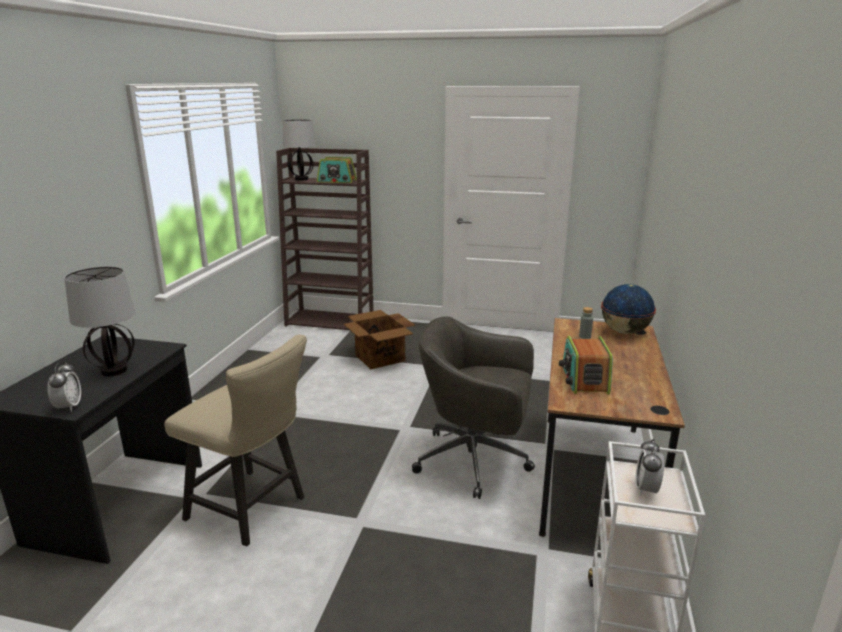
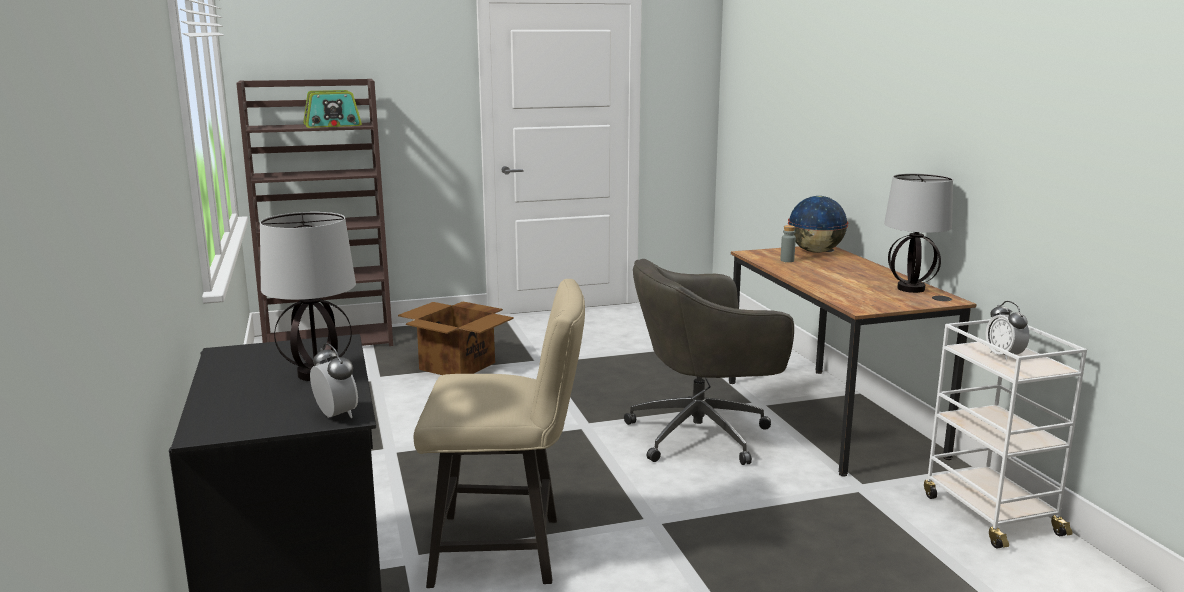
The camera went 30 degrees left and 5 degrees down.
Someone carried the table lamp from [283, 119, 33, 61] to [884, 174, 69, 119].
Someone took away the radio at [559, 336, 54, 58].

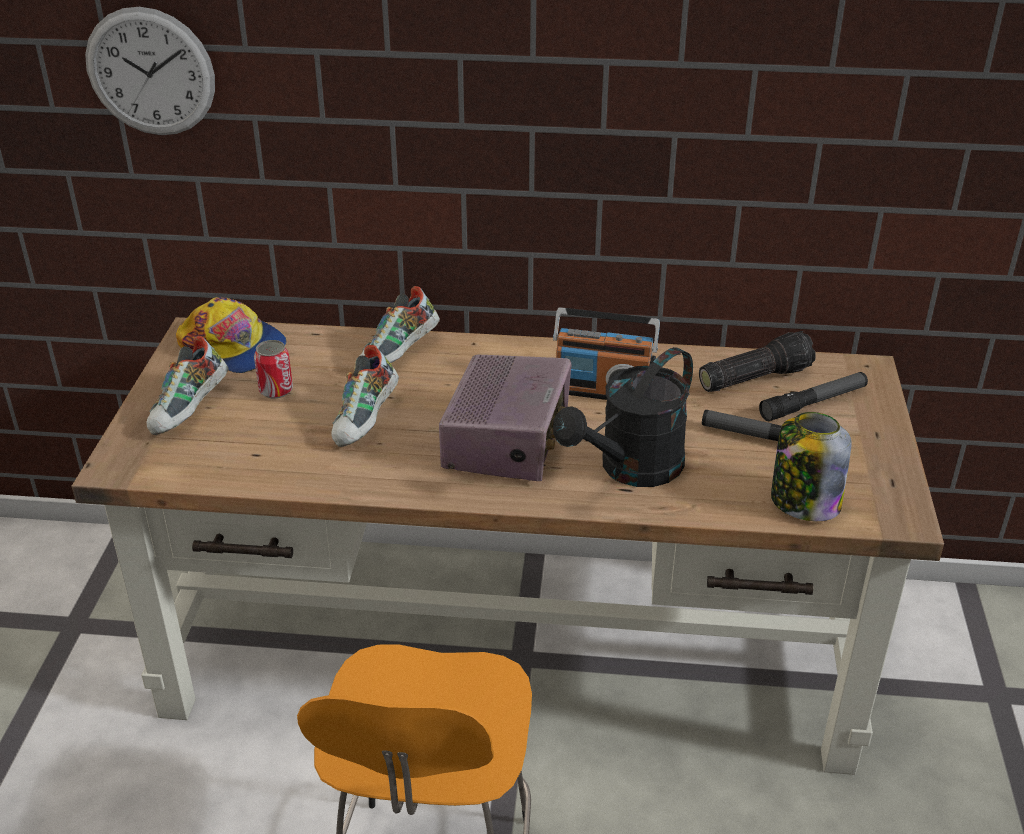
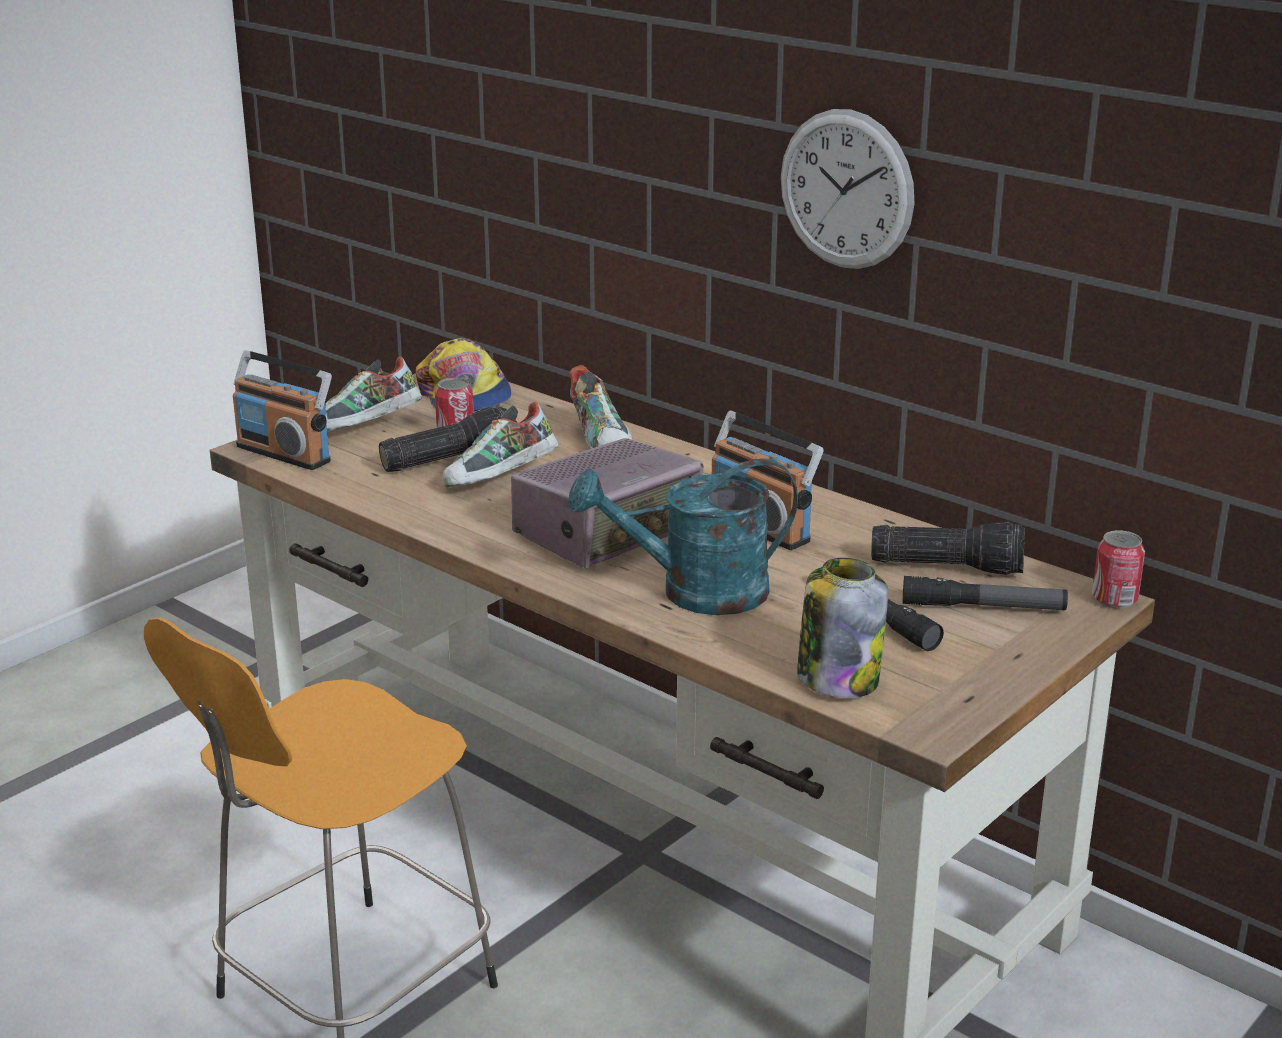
The camera went 35 degrees right and 10 degrees down.
Someone carried the wall clock from [85, 7, 130, 128] to [781, 109, 134, 160].
Someone rotated the shoe at [360, 286, 80, 77] by 90 degrees counterclockwise.
Someone repainted the watering can (black) at [553, 347, 140, 140], which became the watering can (turquoise) at [569, 458, 229, 157].
Someone put down the radio at [233, 350, 99, 120].
Someone put down the flashlight at [379, 406, 128, 66].
Someone put down the can at [1092, 530, 53, 78].

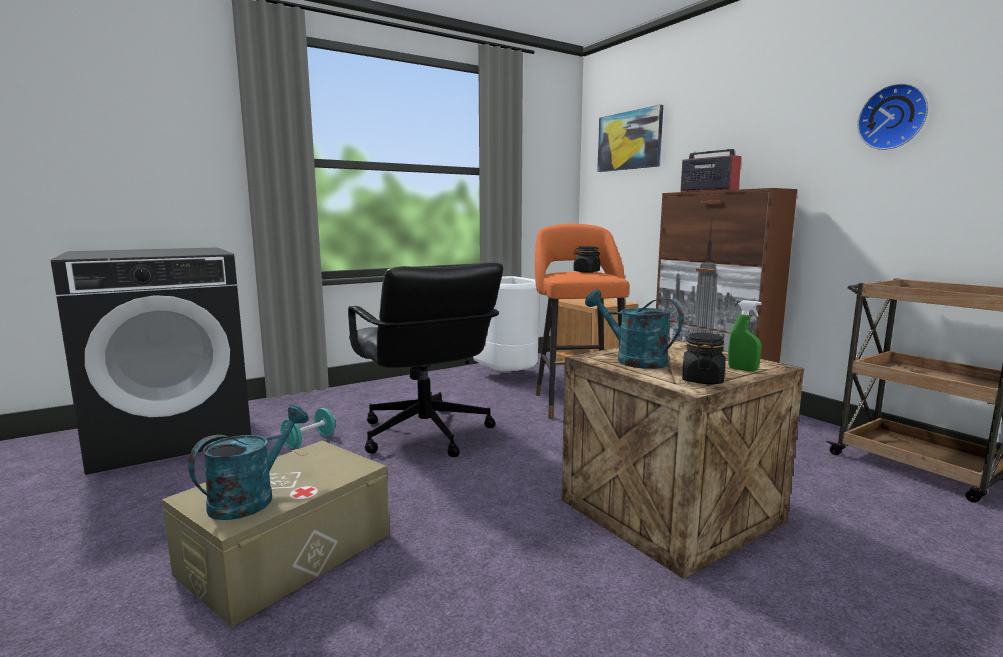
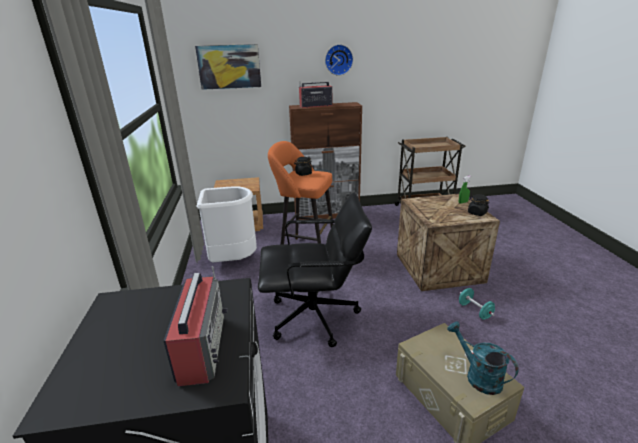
The camera went 65 degrees left and 15 degrees up.
Someone carried the wall clock from [857, 83, 71, 67] to [325, 44, 28, 31].
Someone took away the watering can (turquoise) at [585, 289, 98, 80].
Someone carried the dumbbell (turquoise) from [280, 408, 55, 41] to [459, 288, 36, 32].
Someone put down the radio at [163, 266, 65, 120].

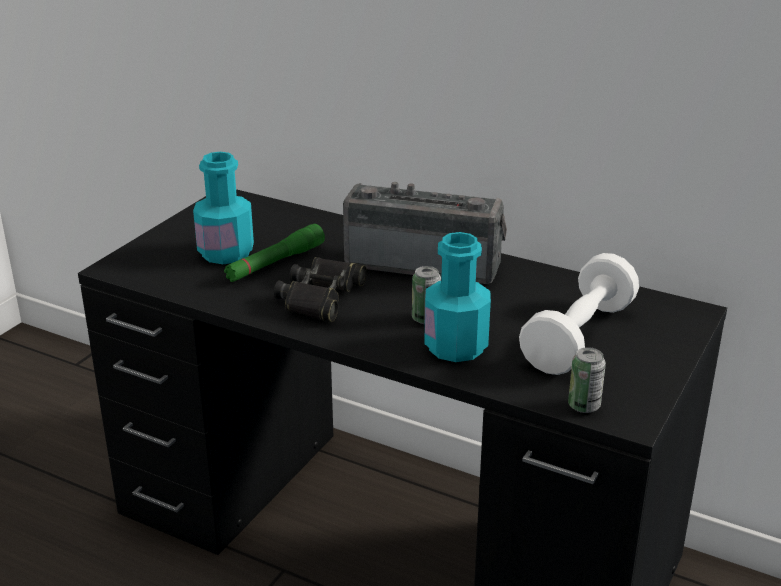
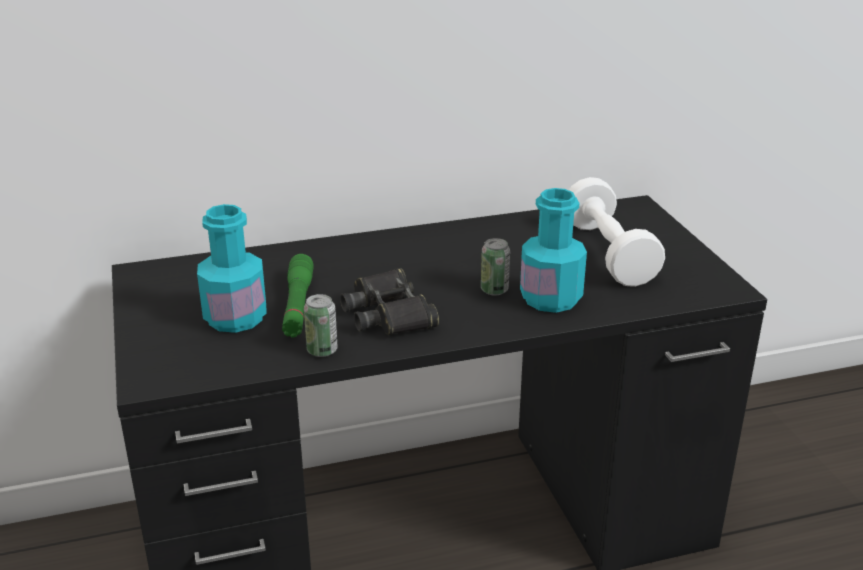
The camera went 45 degrees left and 0 degrees up.
Someone took away the radio at [343, 182, 164, 102].
Someone carried the can from [568, 347, 38, 66] to [304, 294, 34, 63].

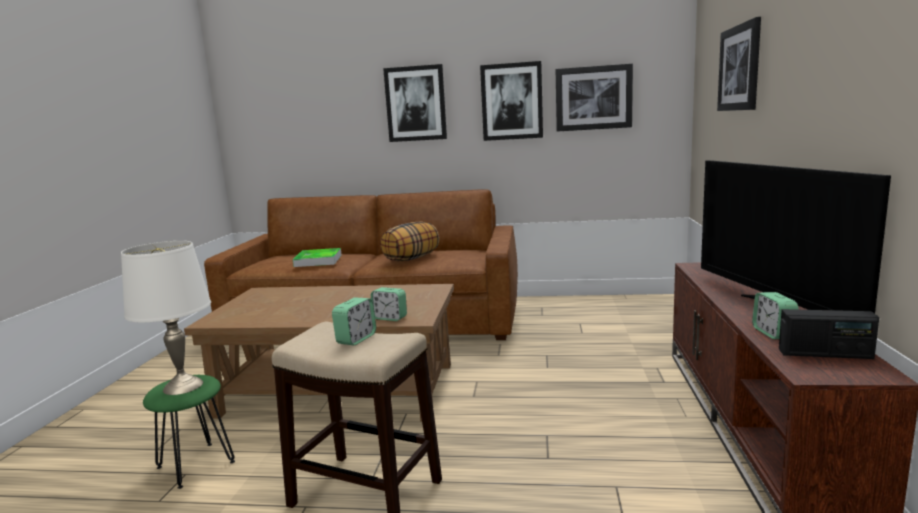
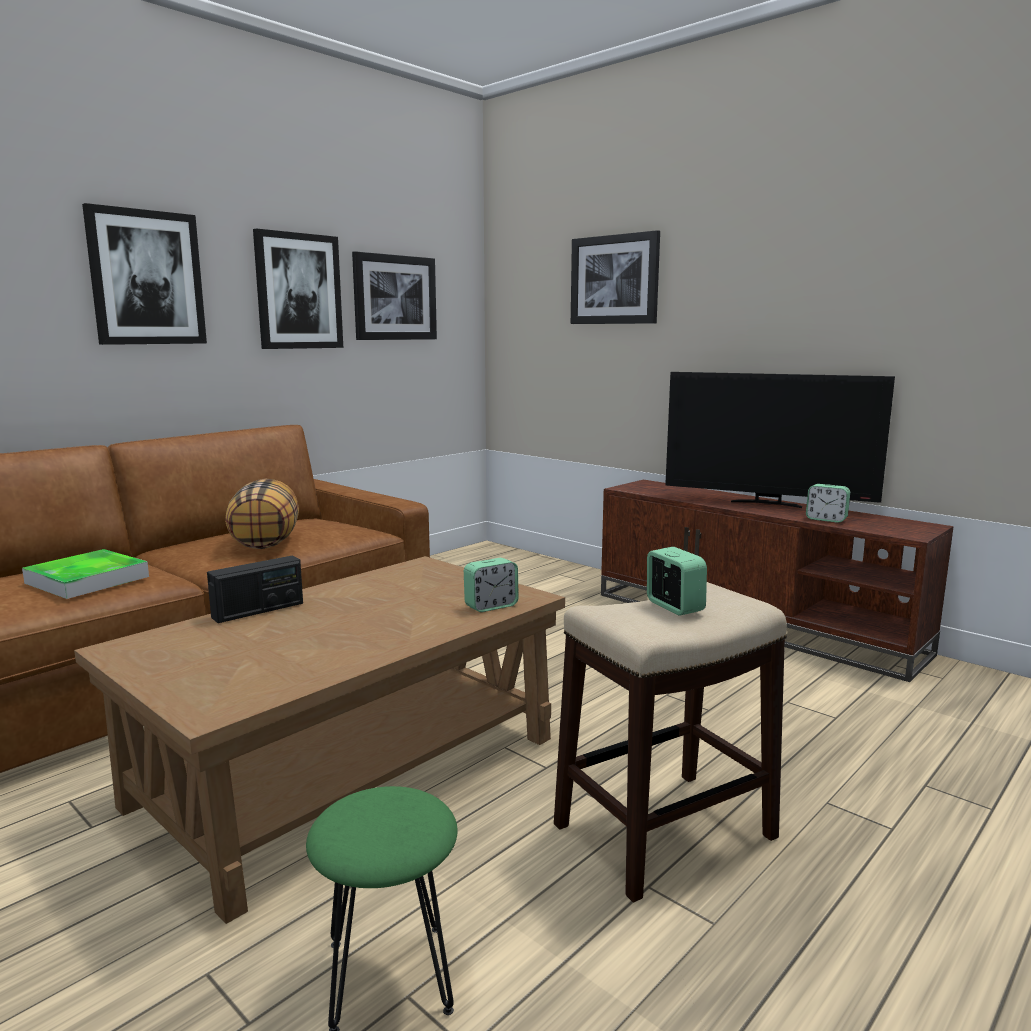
The camera went 55 degrees left and 0 degrees up.
Someone took away the table lamp (white) at [121, 241, 90, 154].
Someone carried the radio from [779, 309, 100, 50] to [207, 556, 96, 67].

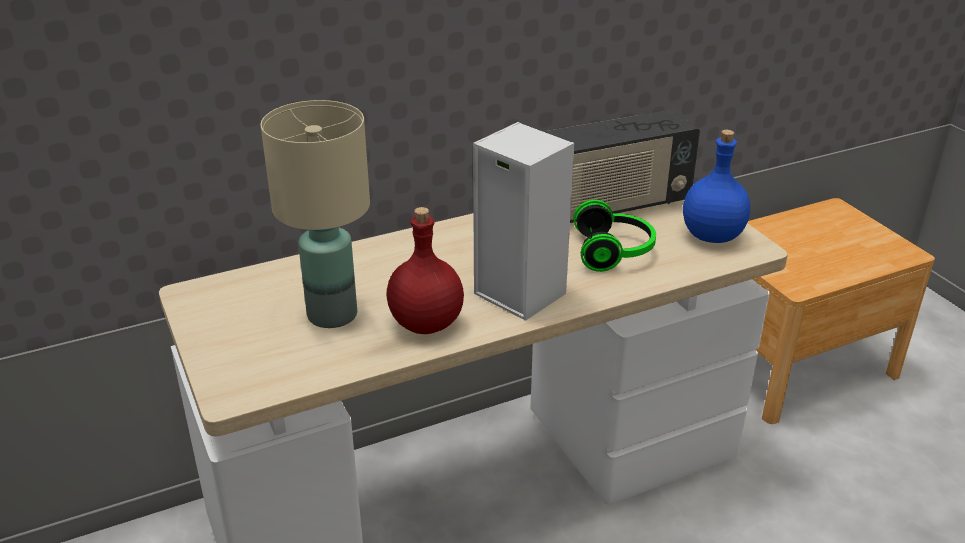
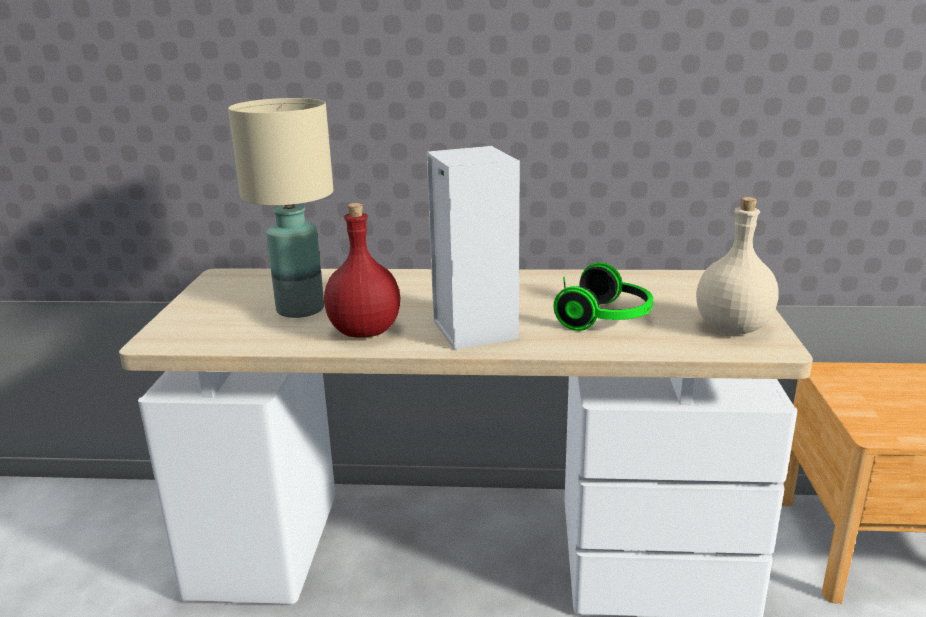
The camera went 30 degrees right and 10 degrees down.
Someone took away the radio at [546, 110, 154, 113].
Someone repainted the bottle (blue) at [683, 130, 67, 113], which became the bottle (beige) at [696, 197, 83, 137].

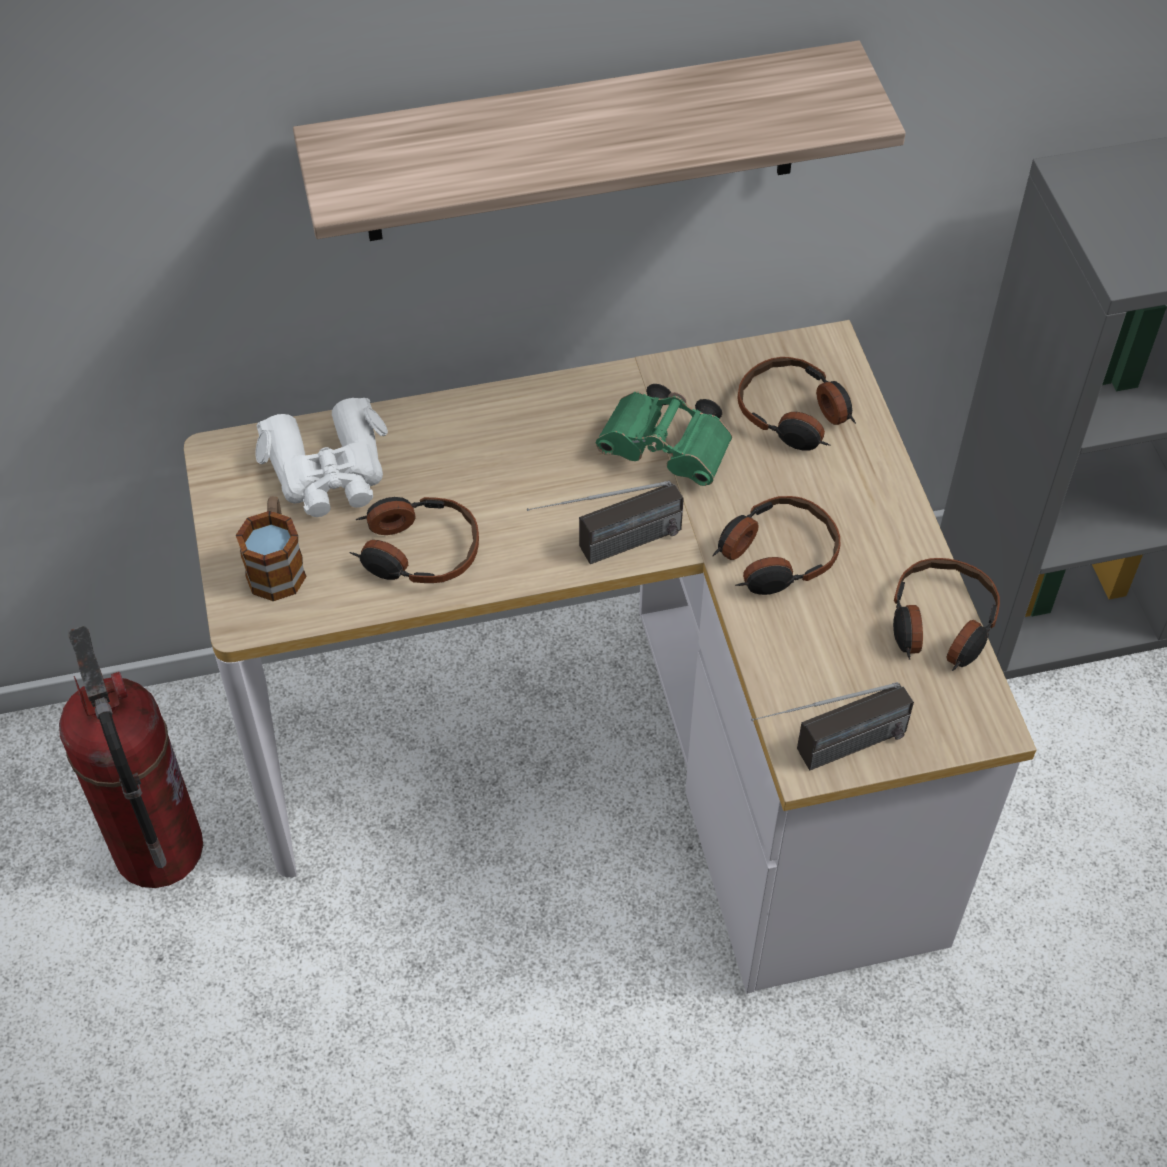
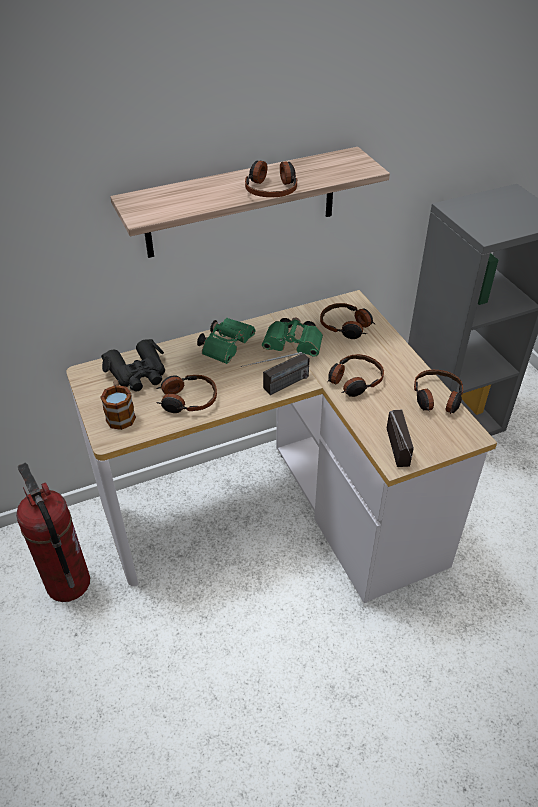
The camera went 10 degrees left and 10 degrees down.
Someone repainted the binoculars (white) at [255, 398, 133, 119], which became the binoculars (black) at [101, 339, 64, 53].
Someone rotated the radio at [751, 682, 163, 88] by 60 degrees counterclockwise.
Someone put down the headphones at [245, 161, 52, 36].
Someone put down the binoculars (green) at [197, 318, 58, 46].

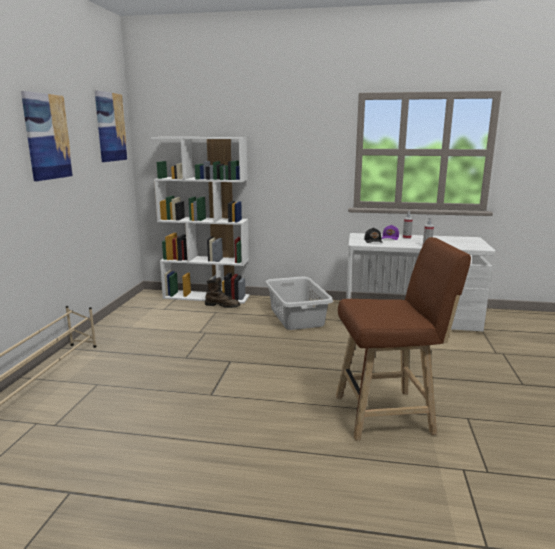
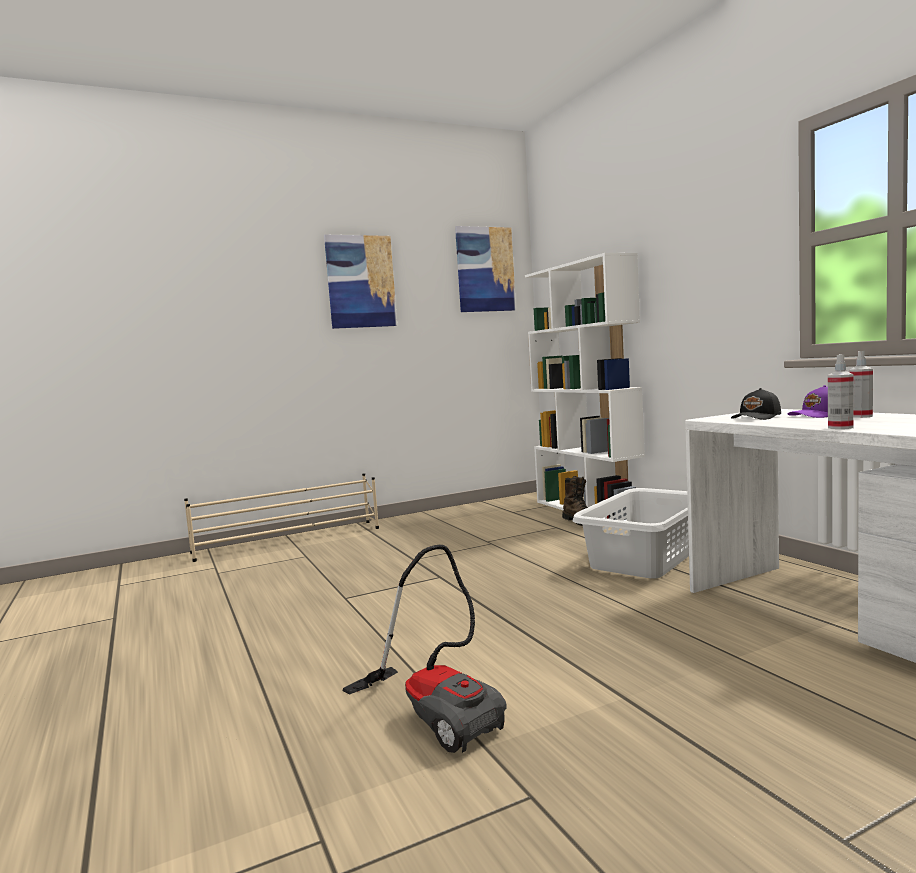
The camera went 55 degrees right and 10 degrees down.
Someone swapped the stool (brown) at [336, 237, 135, 204] for the vacuum cleaner at [342, 545, 165, 208].

